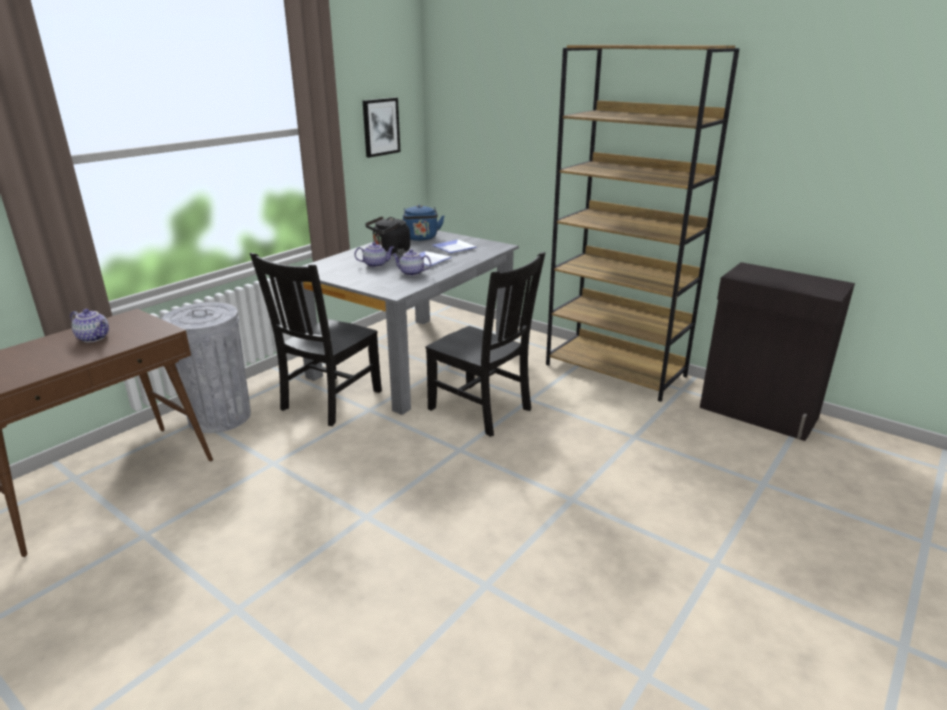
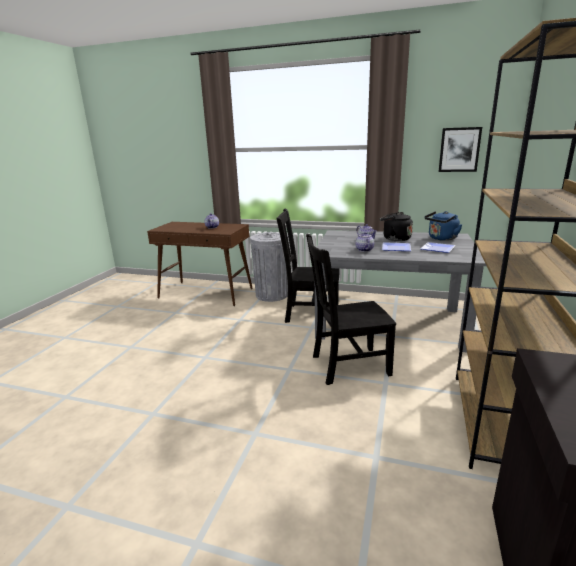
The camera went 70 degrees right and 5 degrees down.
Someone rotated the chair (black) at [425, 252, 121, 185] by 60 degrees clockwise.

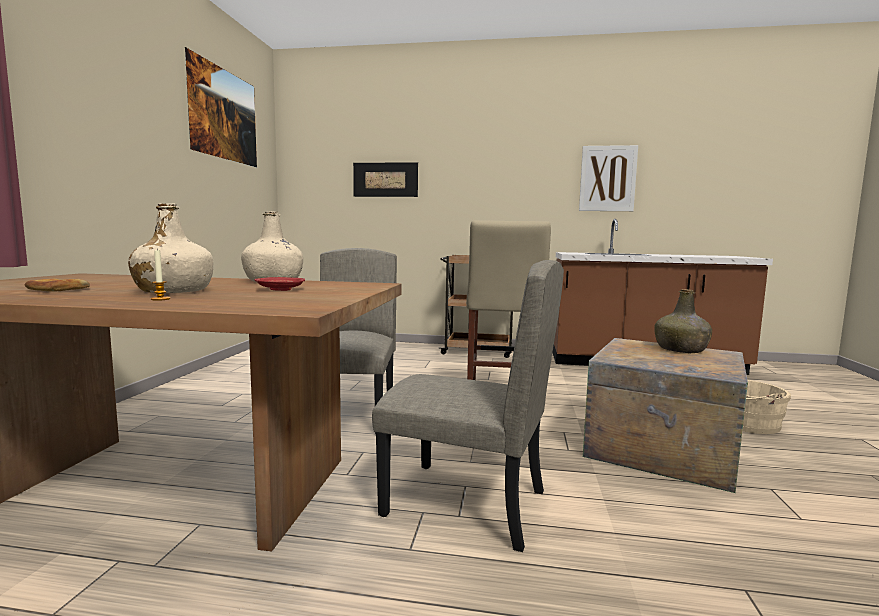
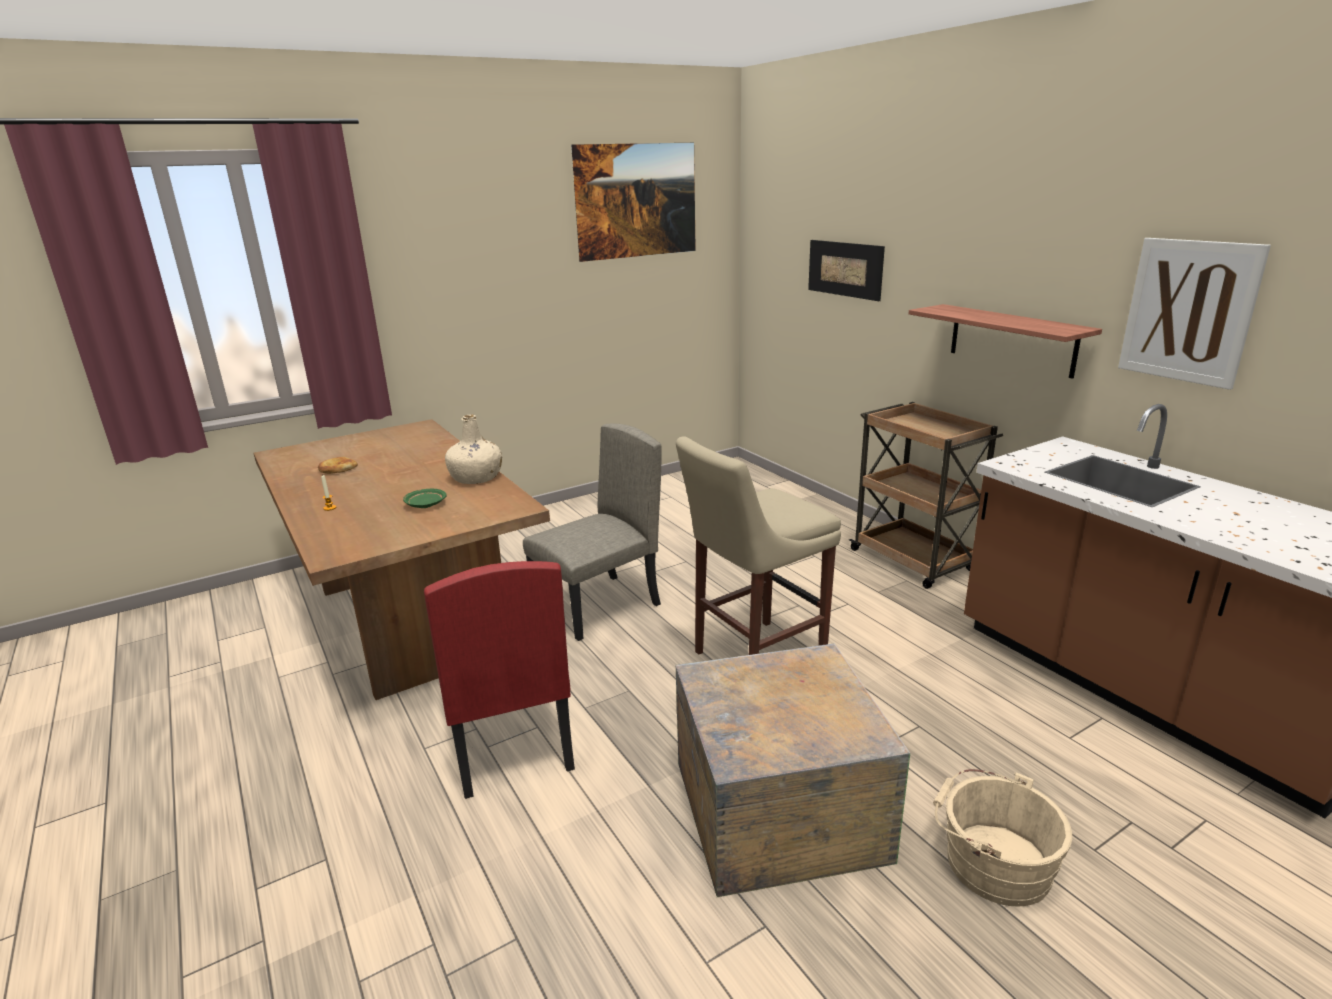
The camera went 50 degrees right and 15 degrees up.
Someone took away the bottle (beige) at [128, 203, 85, 90].
Someone repainted the chair (beige) at [372, 260, 192, 292], which became the chair (red) at [424, 561, 151, 238].
Someone repainted the plate (red) at [254, 277, 51, 14], which became the plate (green) at [403, 489, 44, 19].
Someone took away the bottle (green) at [655, 289, 57, 64].
Someone put up the shelf at [909, 304, 193, 75].

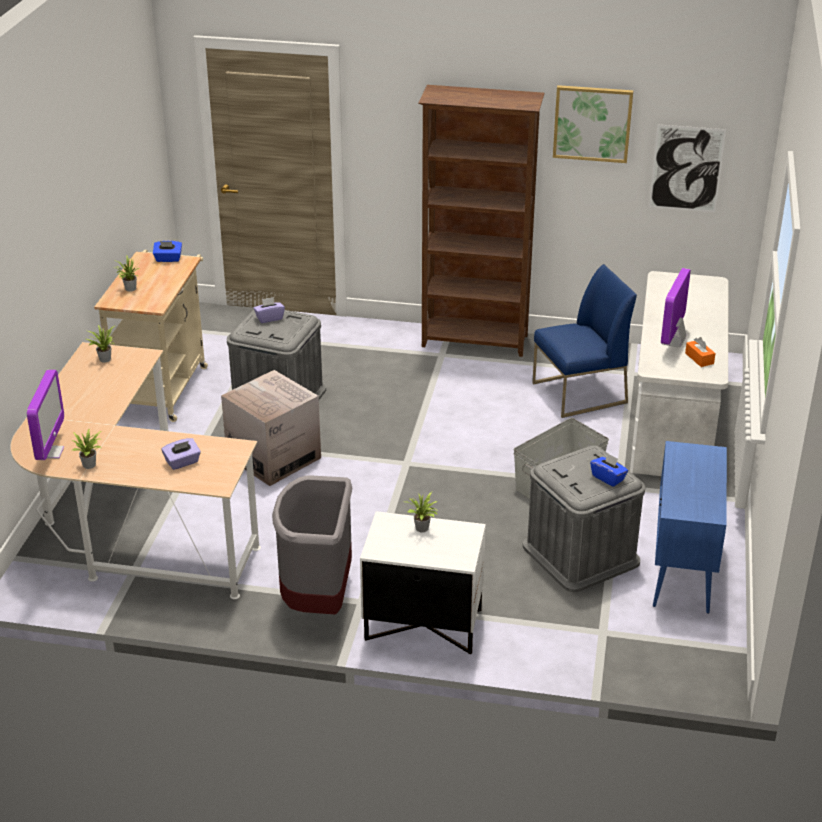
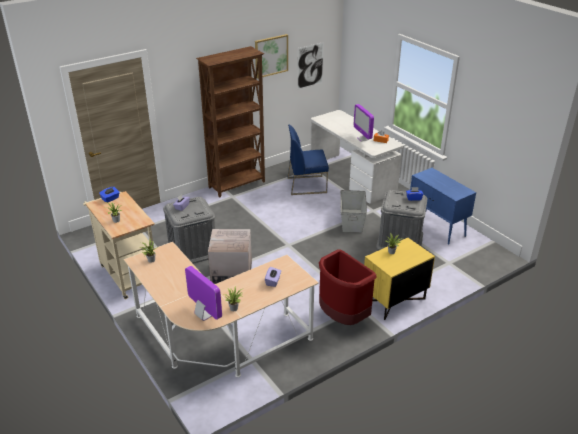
The camera went 45 degrees left and 0 degrees up.
Someone rotated the chair (blue) at [532, 264, 105, 154] by 120 degrees counterclockwise.
Someone repainted the trash can (grey) at [272, 475, 80, 140], which became the trash can (red) at [319, 249, 57, 76].
Someone repainted the nightstand (white) at [360, 511, 126, 144], which became the nightstand (yellow) at [364, 238, 71, 82].

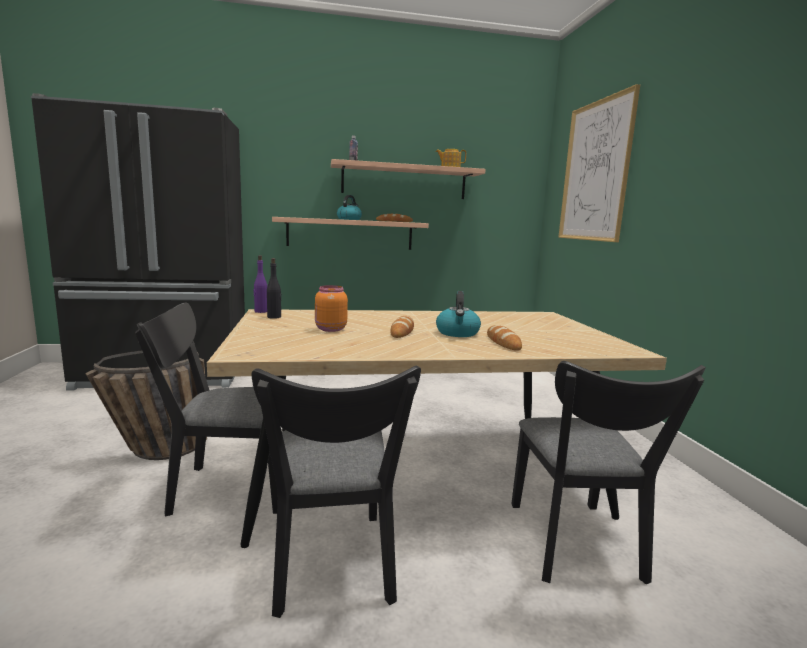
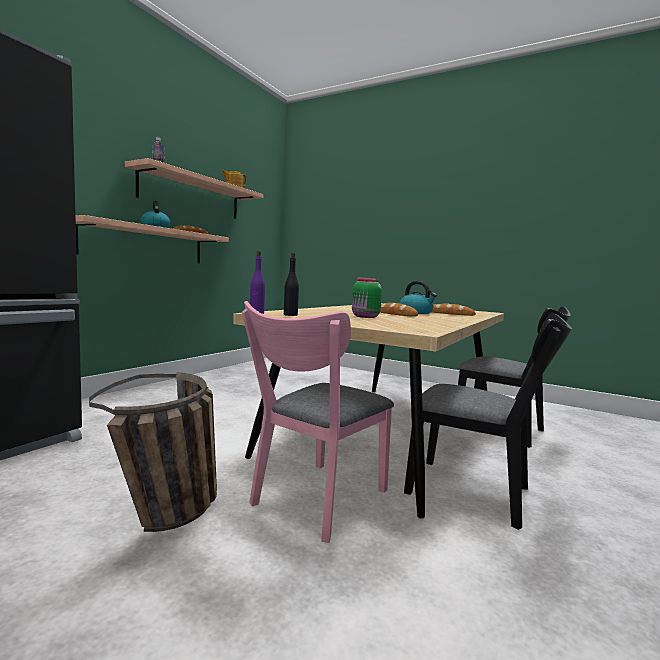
The camera went 50 degrees left and 5 degrees down.
Someone took away the picture at [558, 84, 82, 158].
Someone repainted the jar (orange) at [315, 285, 33, 47], which became the jar (green) at [352, 277, 30, 41].
Someone repainted the chair (black) at [135, 302, 150, 215], which became the chair (pink) at [242, 301, 152, 242].

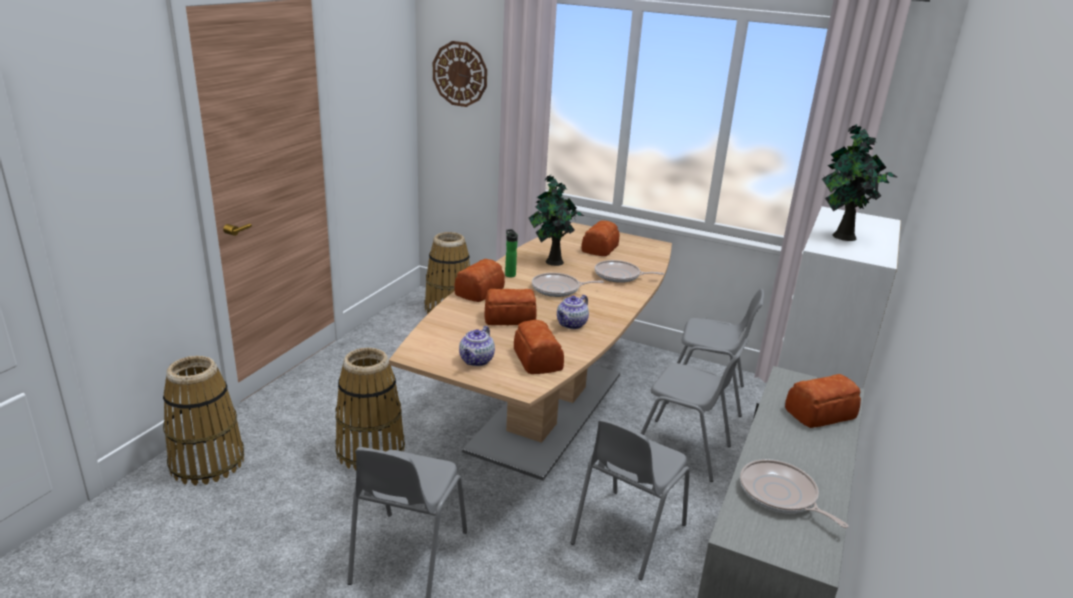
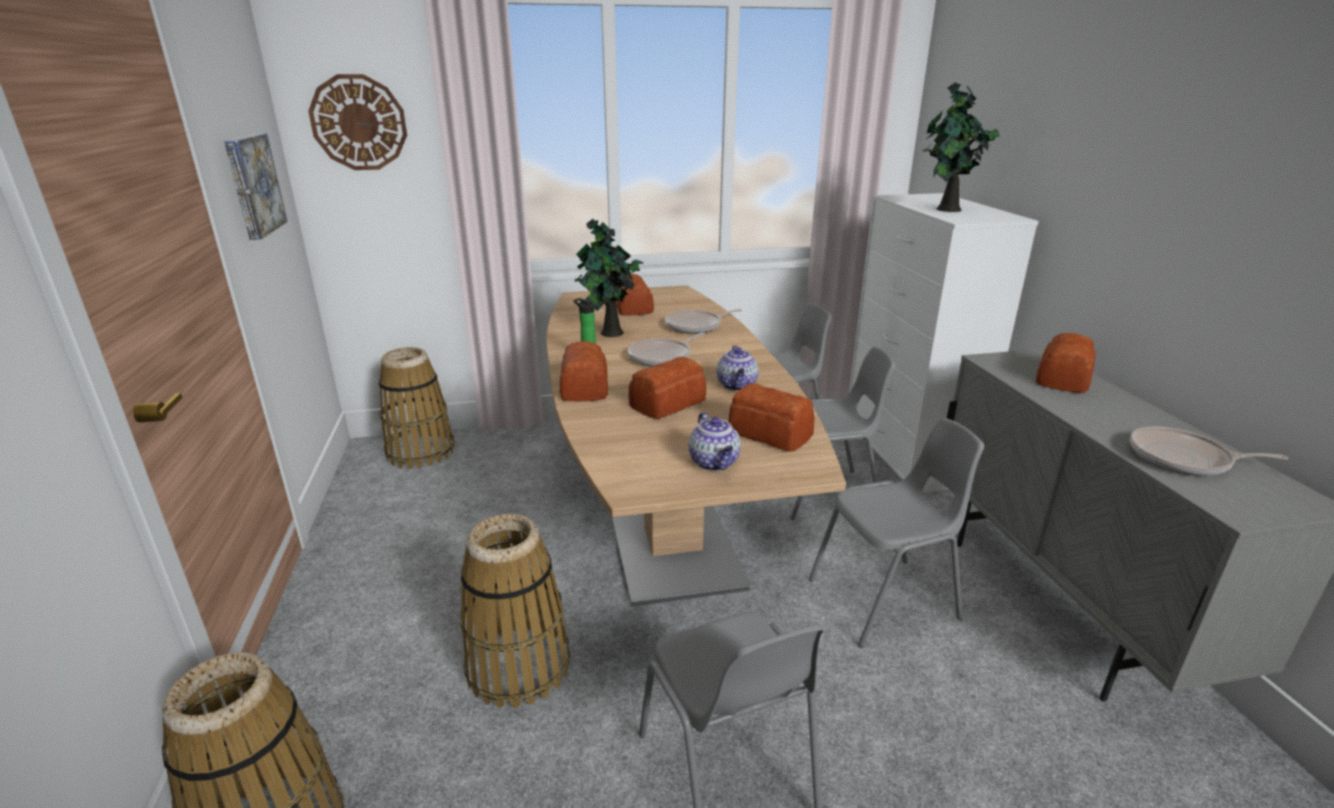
The camera went 35 degrees left and 0 degrees up.
Someone rotated the chair (grey) at [570, 418, 120, 162] by 105 degrees counterclockwise.
Someone put up the picture at [224, 133, 64, 107].

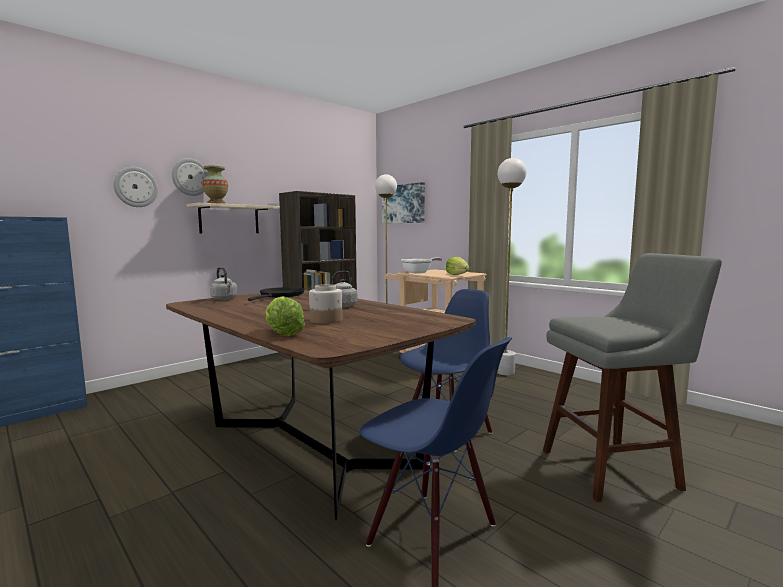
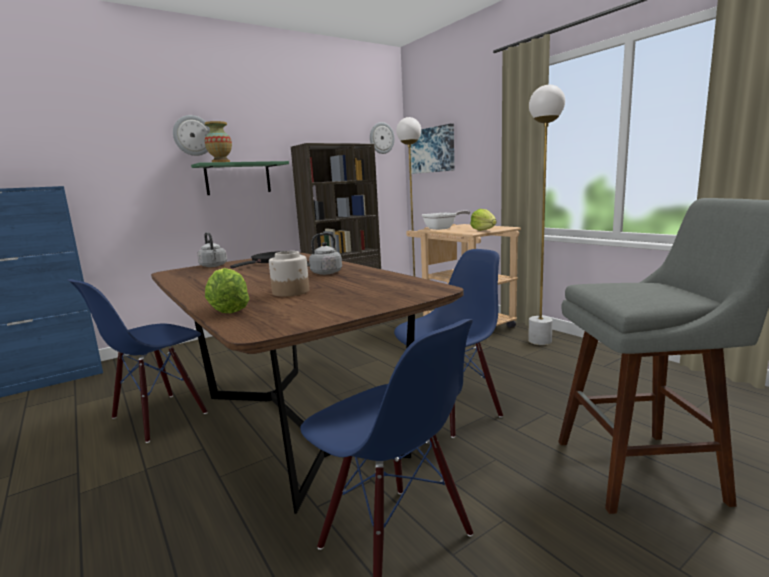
The camera went 10 degrees right and 5 degrees up.
Someone carried the wall clock from [113, 167, 45, 40] to [370, 122, 25, 32].
Someone repainted the shelf (beige) at [187, 203, 93, 31], which became the shelf (green) at [191, 161, 98, 34].
Someone put down the chair (blue) at [68, 279, 140, 164].

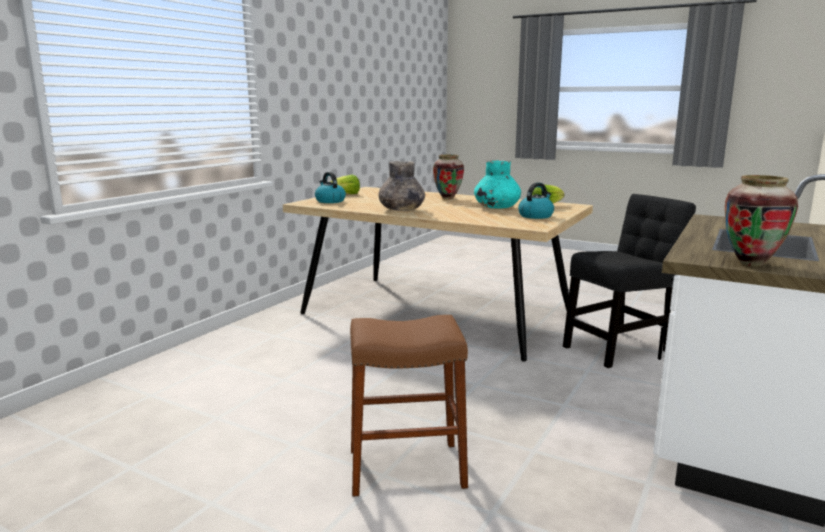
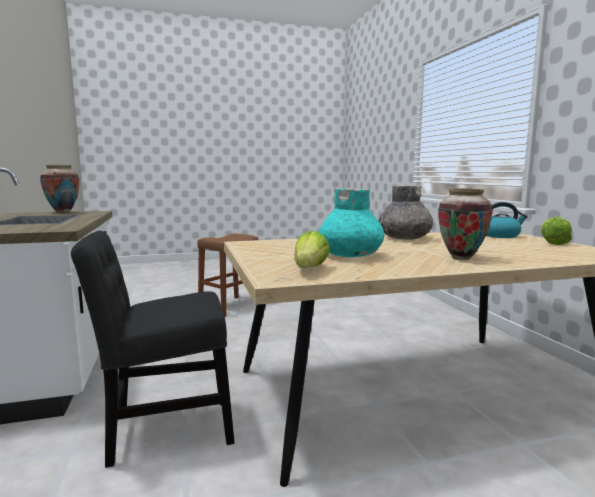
The camera went 135 degrees right and 5 degrees down.
Someone took away the kettle at [518, 182, 36, 37].
Someone rotated the chair (black) at [563, 194, 133, 174] by 60 degrees clockwise.

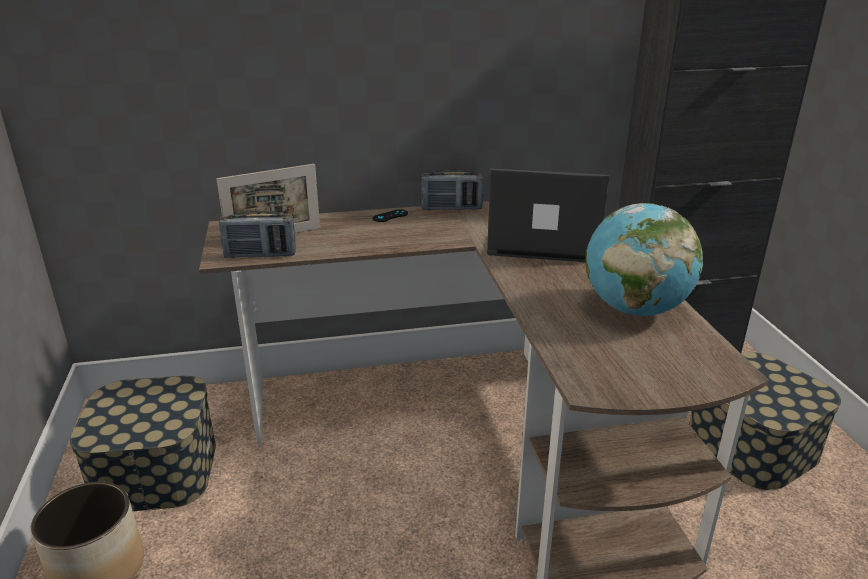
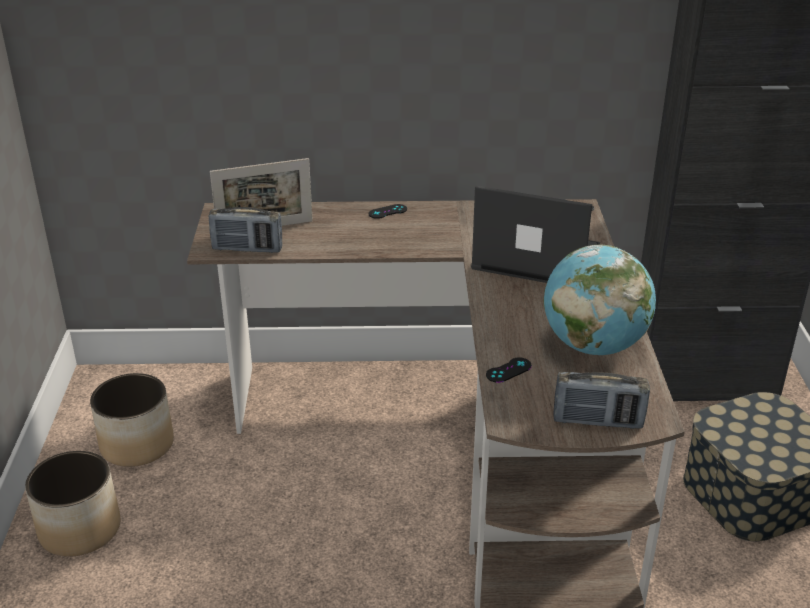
The camera went 10 degrees right and 5 degrees up.
Someone carried the radio from [421, 169, 63, 42] to [553, 372, 97, 57].
Someone swapped the storage box at [70, 376, 146, 135] for the planter at [90, 373, 84, 94].
Someone put down the game controller (black) at [486, 357, 46, 26].

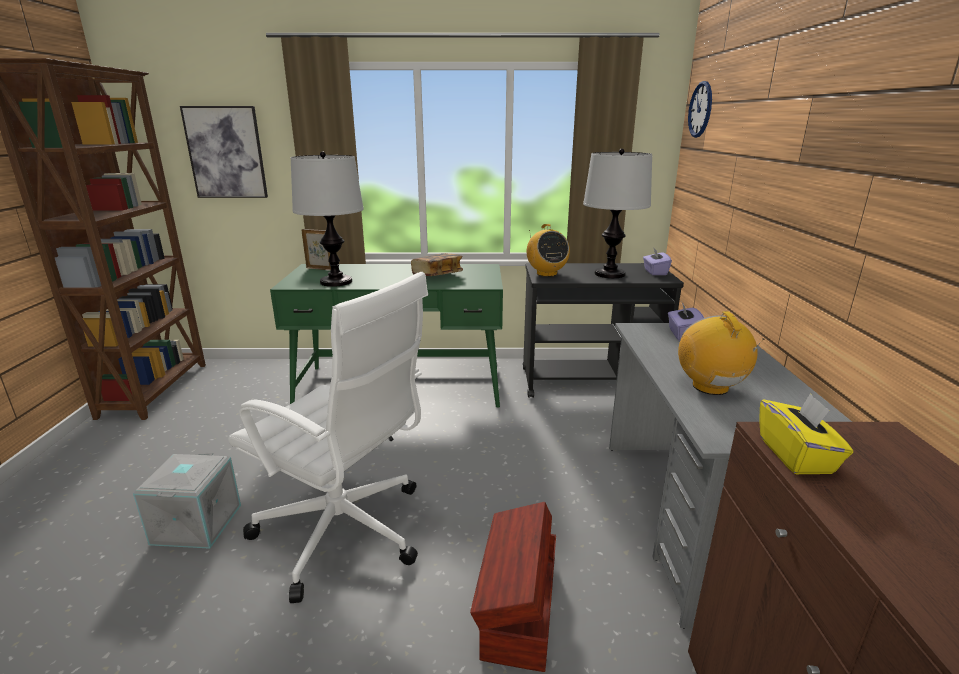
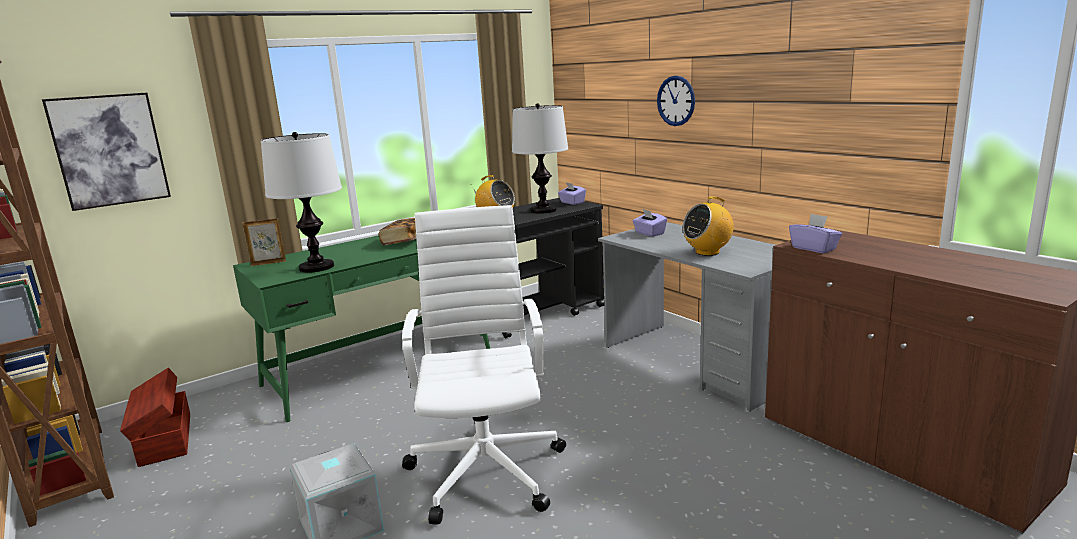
The camera went 35 degrees left and 5 degrees down.
Someone carried the wall clock from [688, 81, 24, 57] to [657, 76, 38, 50].
Someone rotated the office chair (white) at [228, 272, 200, 331] by 90 degrees counterclockwise.
Someone rotated the radio at [678, 311, 87, 84] by 75 degrees counterclockwise.
Someone repainted the tissue box (yellow) at [759, 393, 94, 81], which became the tissue box (purple) at [789, 214, 53, 39].
Someone carried the storage box (brown) from [470, 502, 86, 170] to [120, 368, 70, 99].

